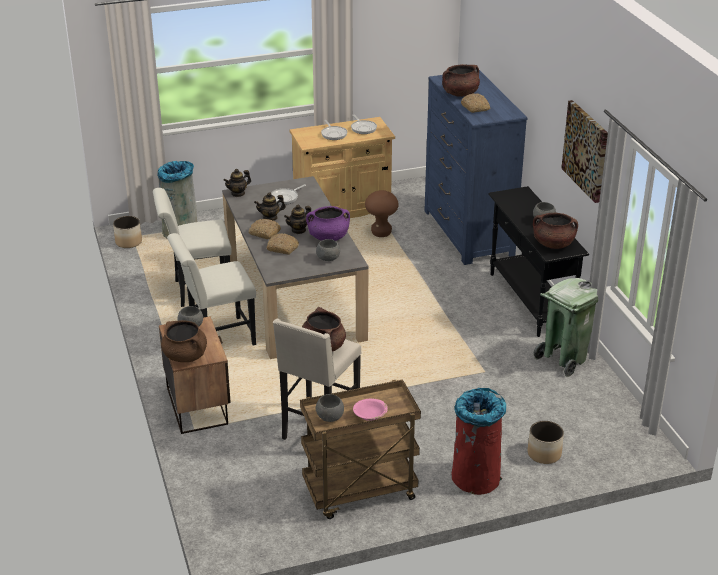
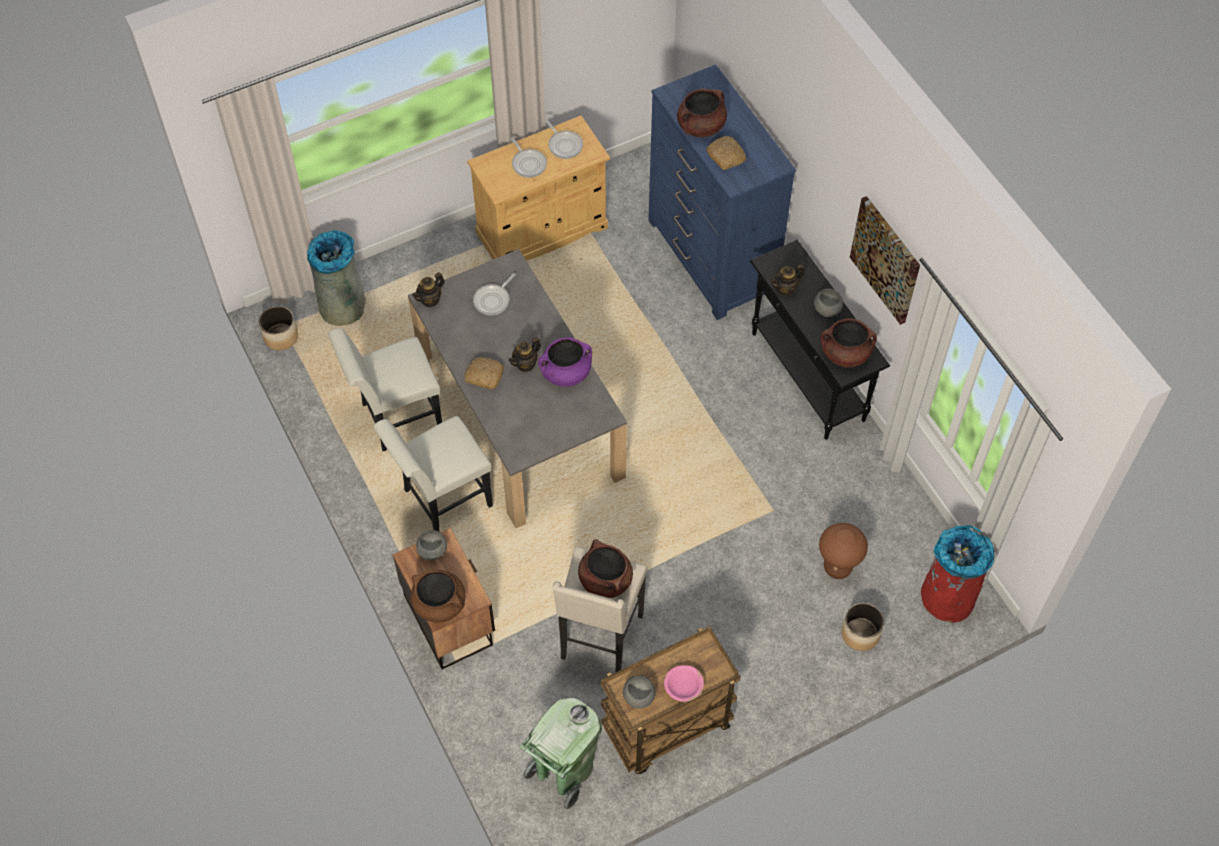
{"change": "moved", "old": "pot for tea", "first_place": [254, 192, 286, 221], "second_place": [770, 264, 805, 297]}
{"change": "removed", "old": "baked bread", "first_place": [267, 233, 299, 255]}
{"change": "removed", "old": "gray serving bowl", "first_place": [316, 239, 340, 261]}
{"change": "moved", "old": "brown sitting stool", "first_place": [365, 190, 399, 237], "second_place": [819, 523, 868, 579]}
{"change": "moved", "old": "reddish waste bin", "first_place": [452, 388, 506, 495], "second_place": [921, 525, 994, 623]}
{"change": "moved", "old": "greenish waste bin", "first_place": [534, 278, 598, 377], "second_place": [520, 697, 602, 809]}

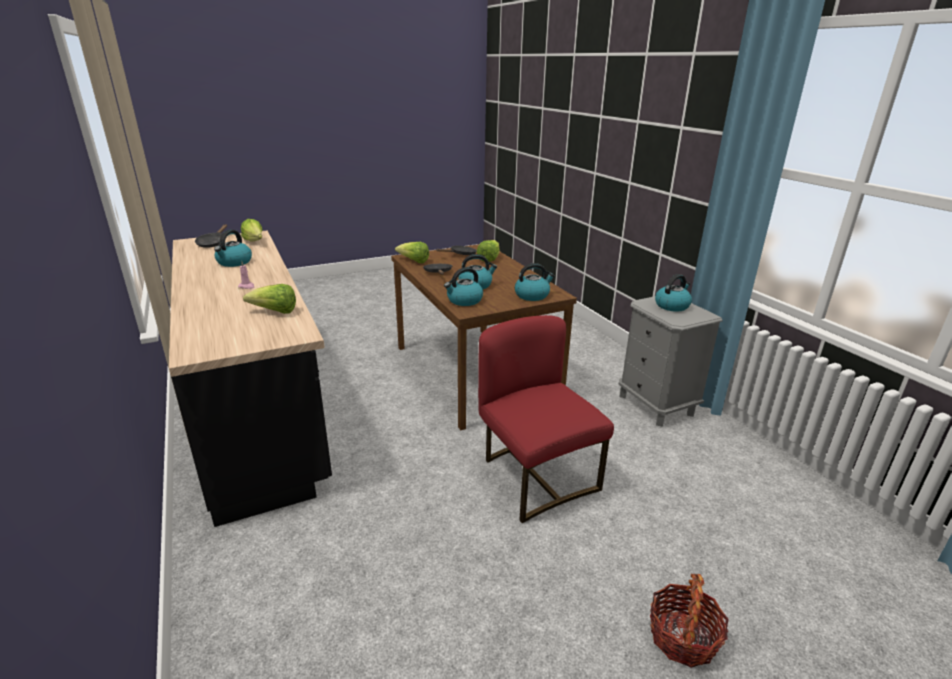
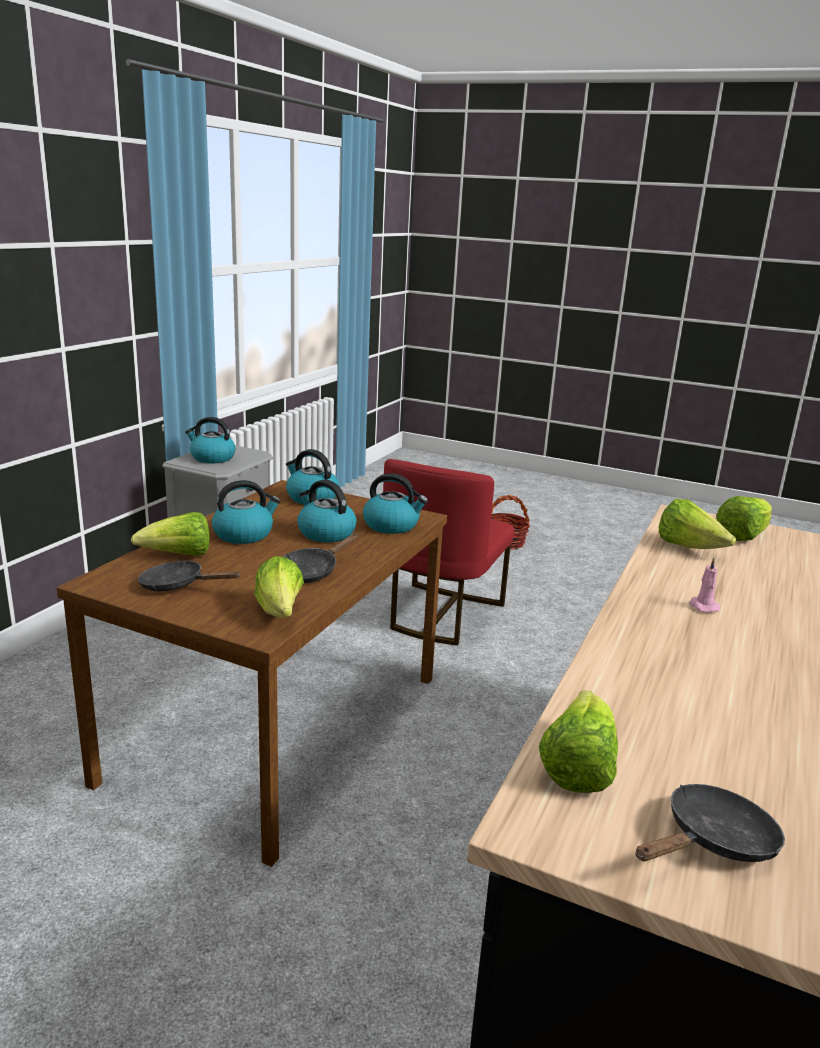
{"change": "moved", "old": "tea kettle", "first_place": [214, 230, 252, 267], "second_place": [212, 480, 281, 544]}
{"change": "added", "new": "head of lettuce", "second_place": [716, 496, 772, 541]}

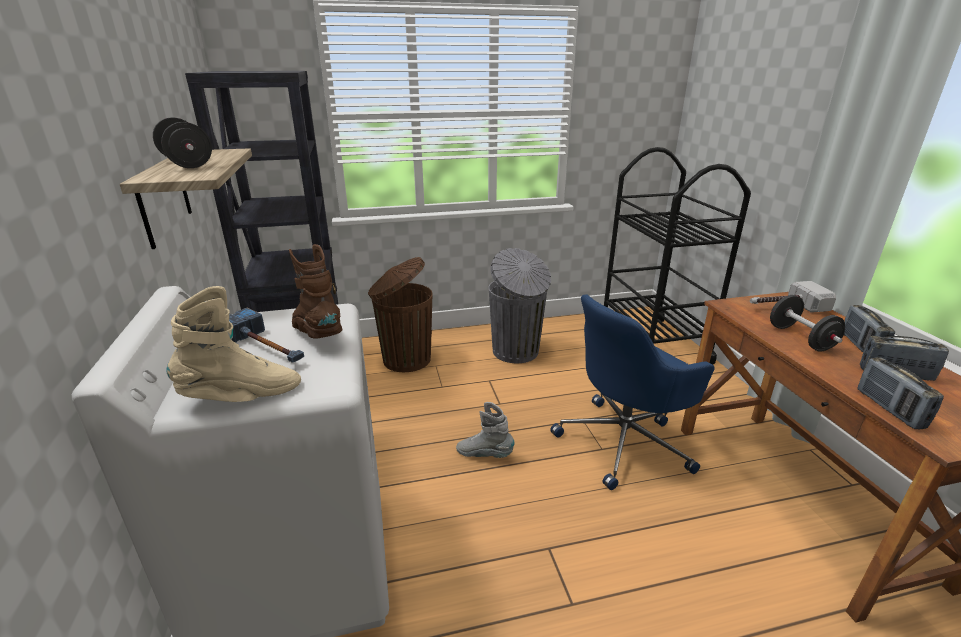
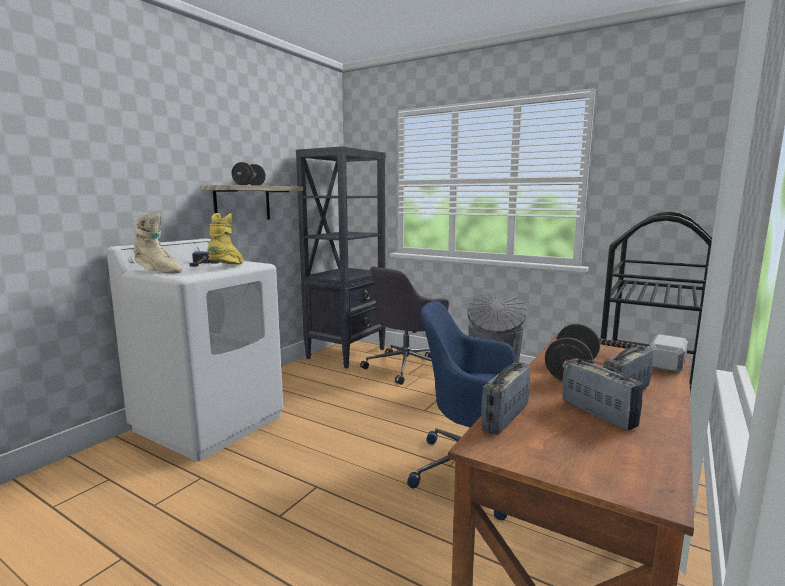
{"change": "recoloured", "old": "brown tall boot", "new": "yellow tall boot", "first_place": [289, 244, 342, 338], "second_place": [207, 213, 244, 264]}
{"change": "replaced", "old": "brown waste bin", "new": "gray desk chair", "first_place": [368, 257, 433, 372], "second_place": [360, 266, 449, 385]}
{"change": "removed", "old": "gray tall boot", "first_place": [456, 402, 515, 458]}

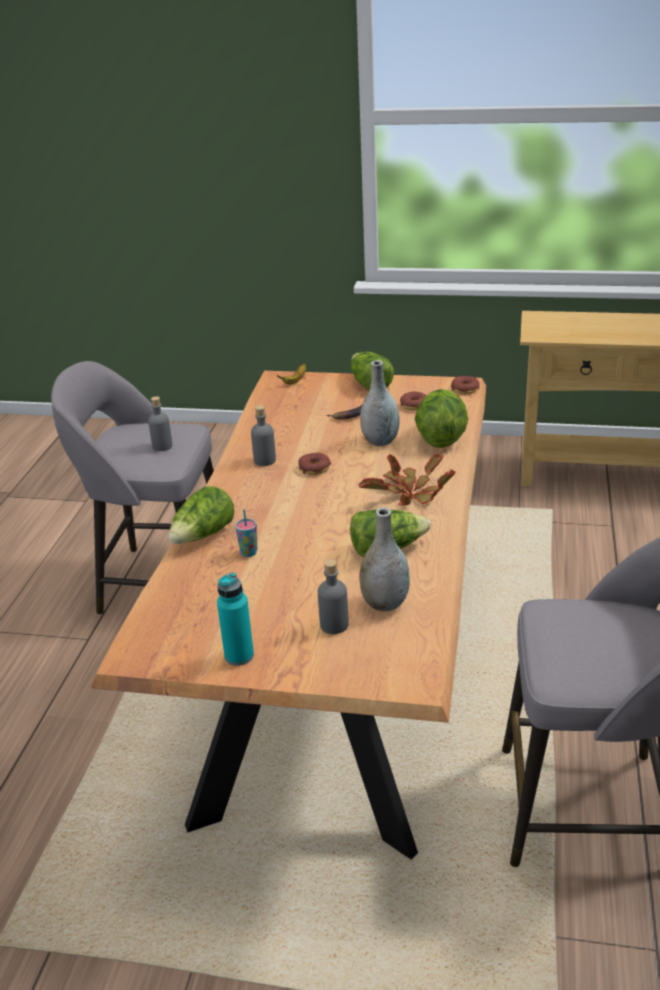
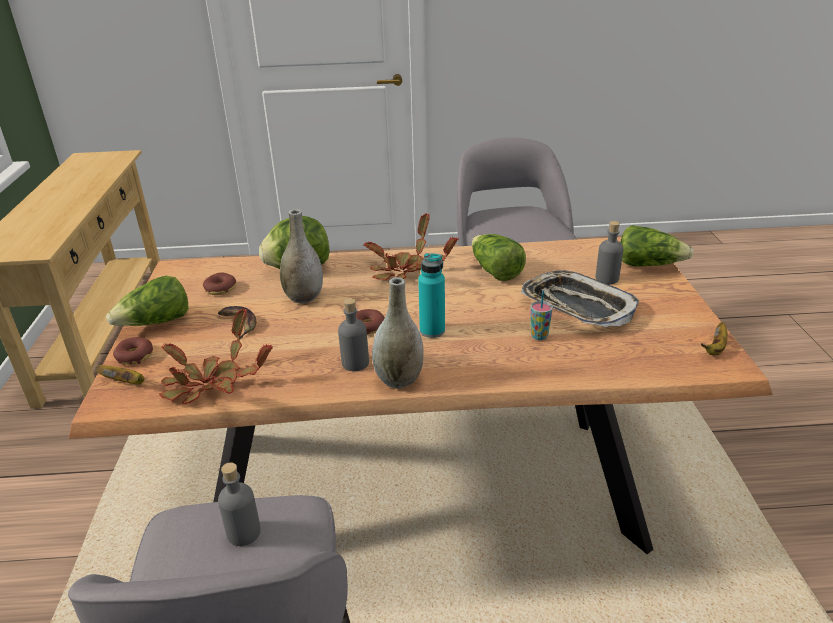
{"change": "moved", "old": "head of lettuce", "first_place": [169, 486, 234, 544], "second_place": [620, 225, 694, 266]}
{"change": "moved", "old": "turquoise-coloured bottle", "first_place": [217, 573, 254, 666], "second_place": [418, 253, 445, 338]}
{"change": "moved", "old": "gray vase", "first_place": [359, 507, 410, 611], "second_place": [372, 277, 424, 389]}
{"change": "moved", "old": "ring doughnut", "first_place": [451, 376, 480, 394], "second_place": [113, 337, 153, 365]}
{"change": "added", "new": "potted plant", "second_place": [159, 309, 273, 404]}
{"change": "added", "new": "tray", "second_place": [521, 270, 639, 327]}
{"change": "added", "new": "banana", "second_place": [701, 322, 728, 355]}

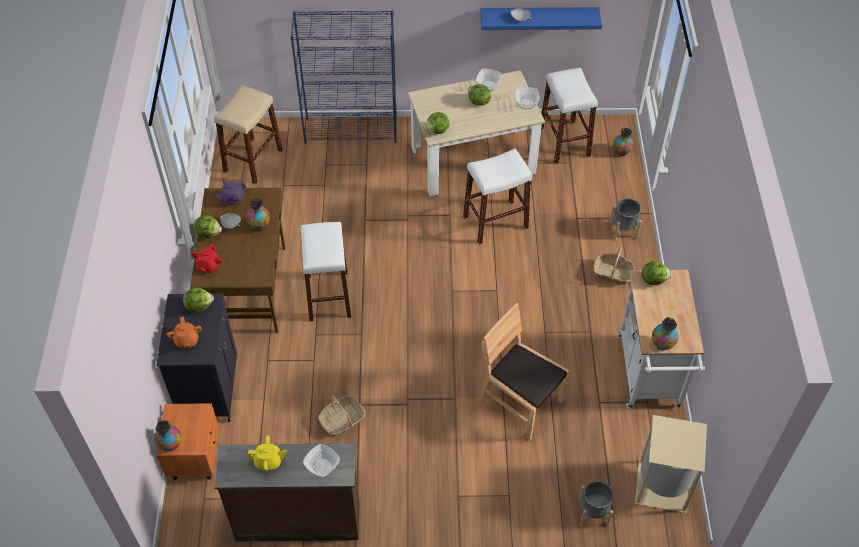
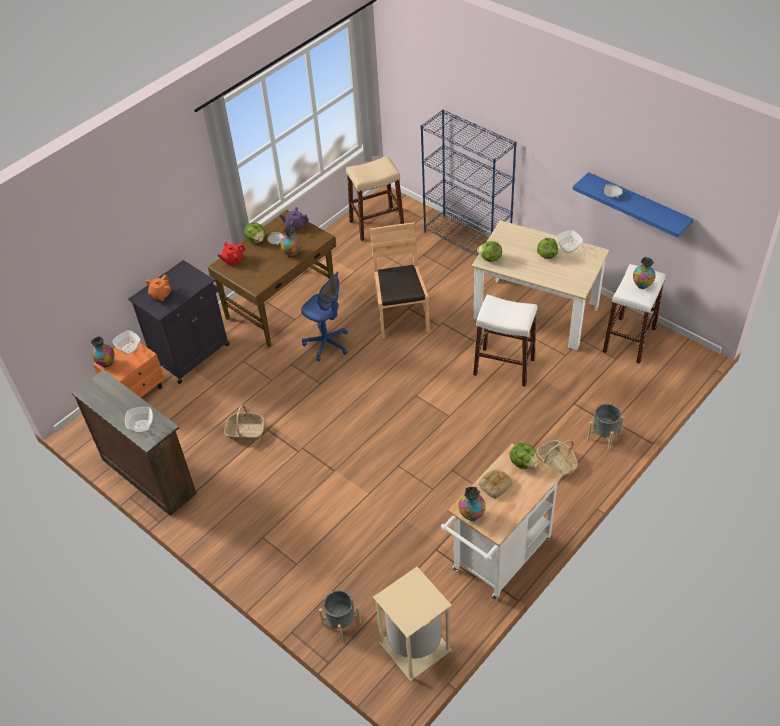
{"change": "removed", "old": "head of lettuce", "first_place": [183, 287, 214, 313]}
{"change": "removed", "old": "yellow pot for tea", "first_place": [247, 435, 287, 471]}
{"change": "replaced", "old": "white sitting stool", "new": "bluish desk chair", "first_place": [301, 222, 352, 321], "second_place": [301, 272, 348, 362]}
{"change": "moved", "old": "brown upright chair", "first_place": [479, 303, 569, 441], "second_place": [370, 222, 430, 339]}
{"change": "moved", "old": "serving bowl", "first_place": [515, 87, 539, 109], "second_place": [112, 330, 140, 355]}
{"change": "moved", "old": "vase", "first_place": [613, 128, 633, 156], "second_place": [633, 257, 656, 289]}
{"change": "added", "new": "baked bread", "second_place": [479, 470, 512, 499]}

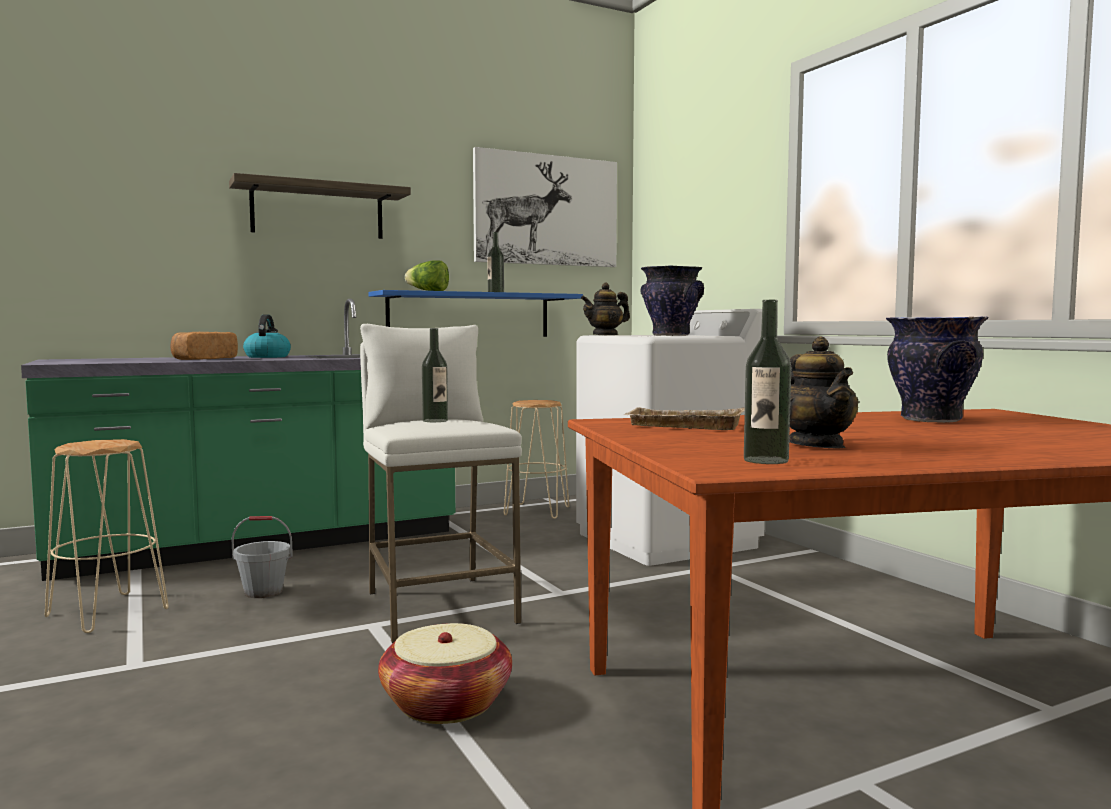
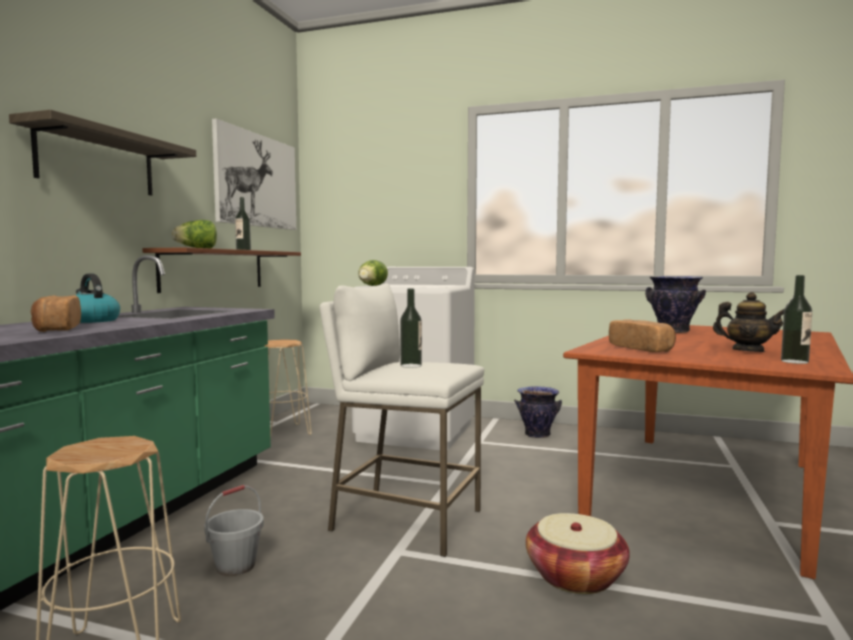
{"change": "recoloured", "old": "bluish wall shelf", "new": "brown wall shelf", "first_place": [368, 290, 583, 337], "second_place": [142, 247, 301, 293]}
{"change": "replaced", "old": "pot for tea", "new": "head of lettuce", "first_place": [581, 282, 630, 335], "second_place": [358, 260, 388, 286]}
{"change": "replaced", "old": "beige-coloured tray", "new": "baked bread", "first_place": [624, 407, 745, 430], "second_place": [609, 319, 676, 352]}
{"change": "moved", "old": "vase", "first_place": [641, 265, 704, 336], "second_place": [514, 386, 562, 438]}

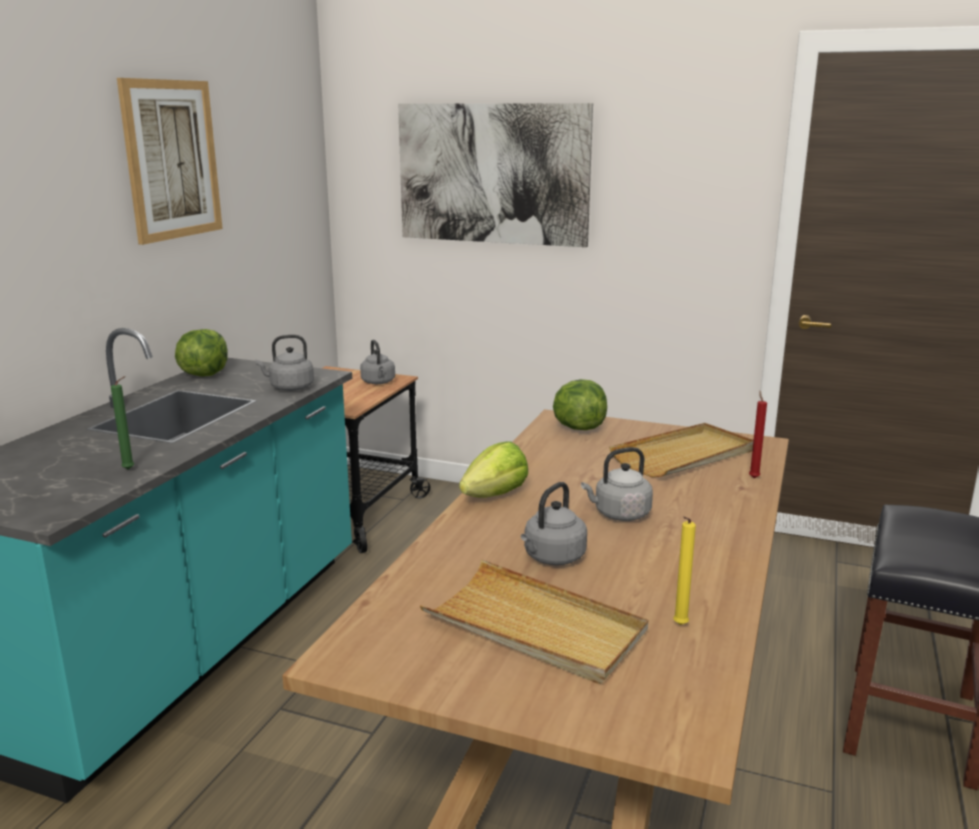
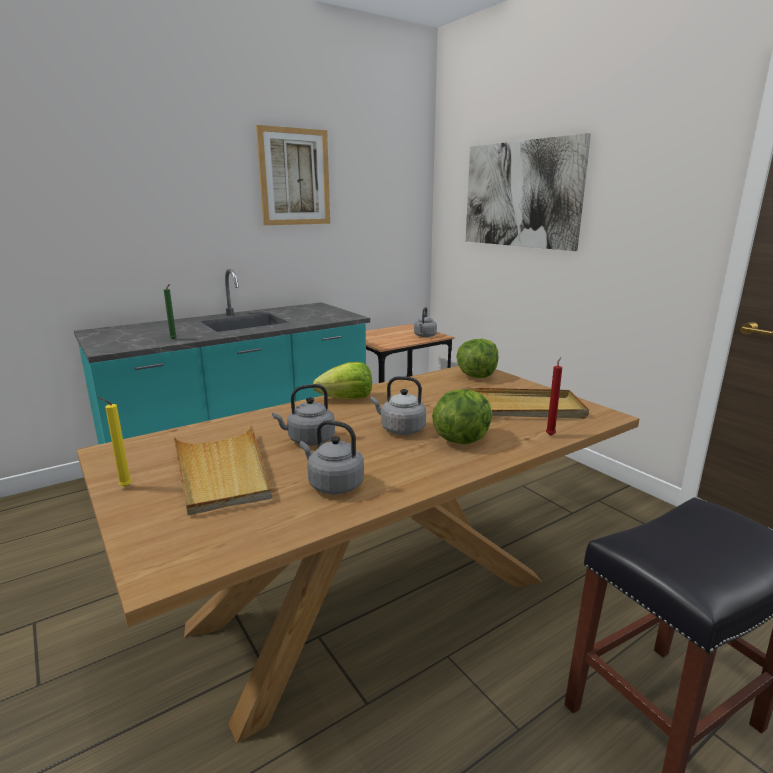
{"change": "moved", "old": "head of lettuce", "first_place": [175, 329, 228, 377], "second_place": [432, 389, 492, 444]}
{"change": "moved", "old": "gray tea kettle", "first_place": [255, 335, 314, 391], "second_place": [300, 420, 364, 494]}
{"change": "moved", "old": "yellow candle", "first_place": [673, 516, 696, 625], "second_place": [98, 397, 132, 487]}

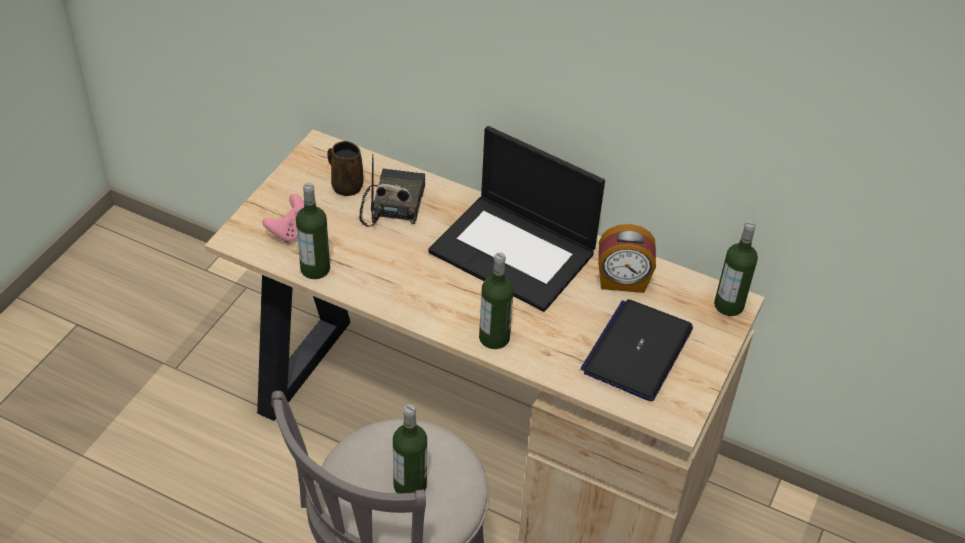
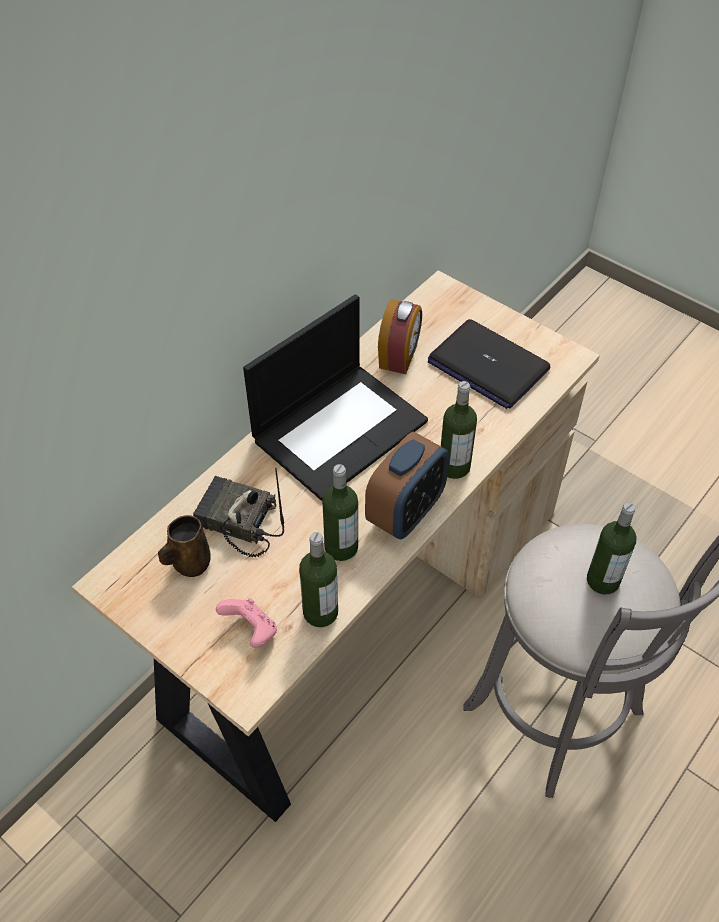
{"change": "moved", "old": "bottle", "first_place": [714, 221, 758, 316], "second_place": [322, 464, 358, 561]}
{"change": "added", "new": "bedside clock", "second_place": [365, 431, 449, 539]}

